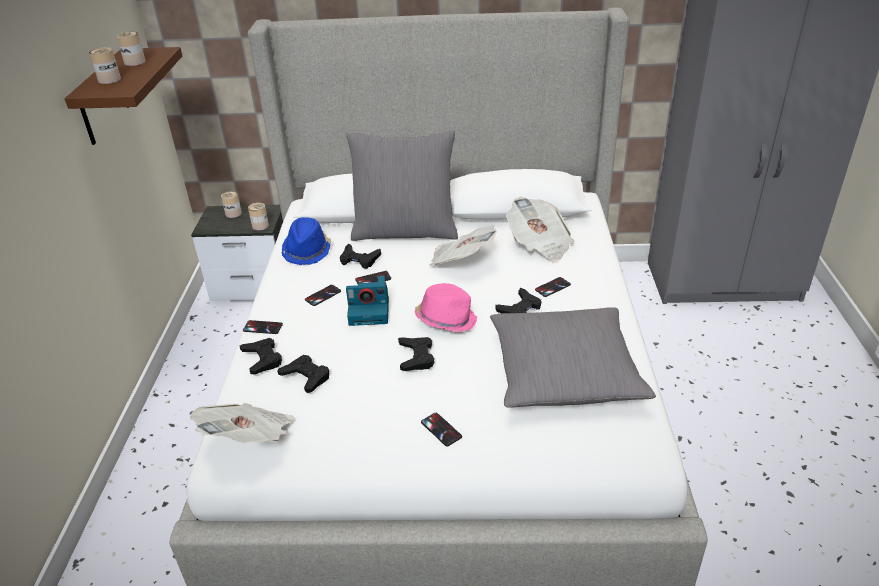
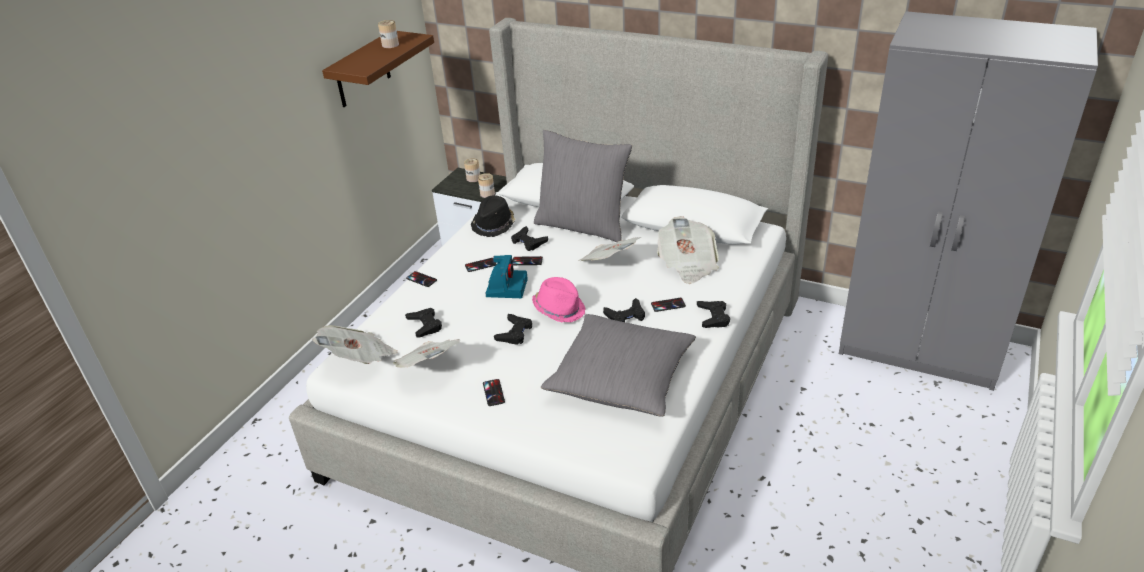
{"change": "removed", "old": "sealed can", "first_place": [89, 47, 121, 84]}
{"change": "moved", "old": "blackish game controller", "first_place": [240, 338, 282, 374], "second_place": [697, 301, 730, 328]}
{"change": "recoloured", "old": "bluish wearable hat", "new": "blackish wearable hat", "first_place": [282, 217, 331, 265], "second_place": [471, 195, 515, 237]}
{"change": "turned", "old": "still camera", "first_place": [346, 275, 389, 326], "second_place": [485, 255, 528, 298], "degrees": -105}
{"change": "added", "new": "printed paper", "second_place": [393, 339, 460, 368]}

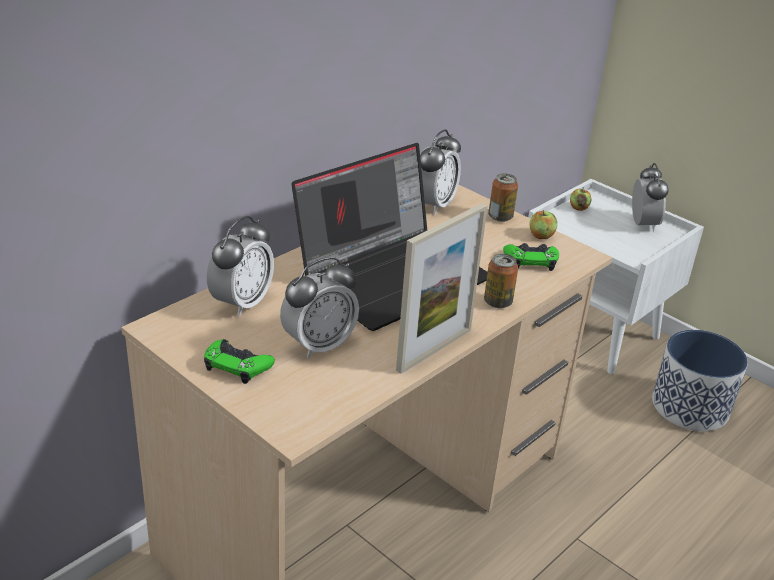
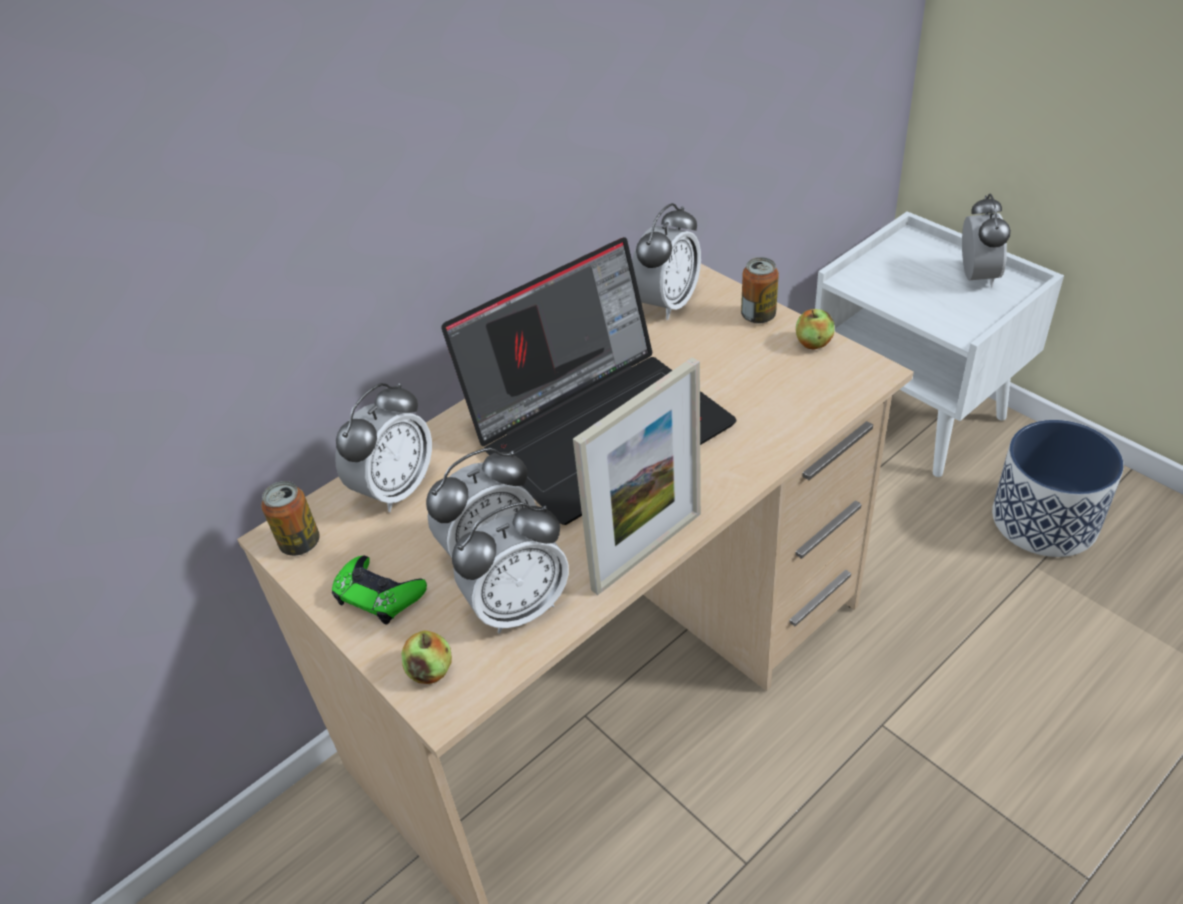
{"change": "moved", "old": "sealed can", "first_place": [484, 253, 518, 308], "second_place": [261, 481, 320, 556]}
{"change": "removed", "old": "greenish game controller", "first_place": [503, 243, 559, 271]}
{"change": "moved", "old": "whole apple", "first_place": [570, 187, 591, 211], "second_place": [401, 630, 452, 684]}
{"change": "added", "new": "bedside clock", "second_place": [452, 502, 569, 634]}

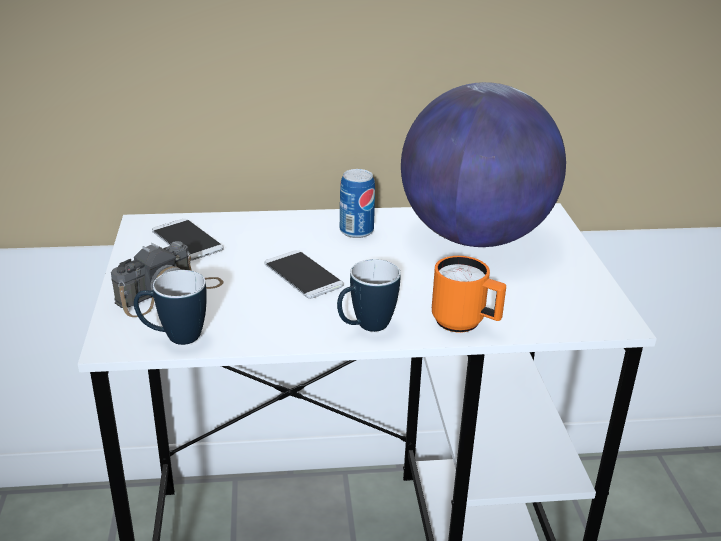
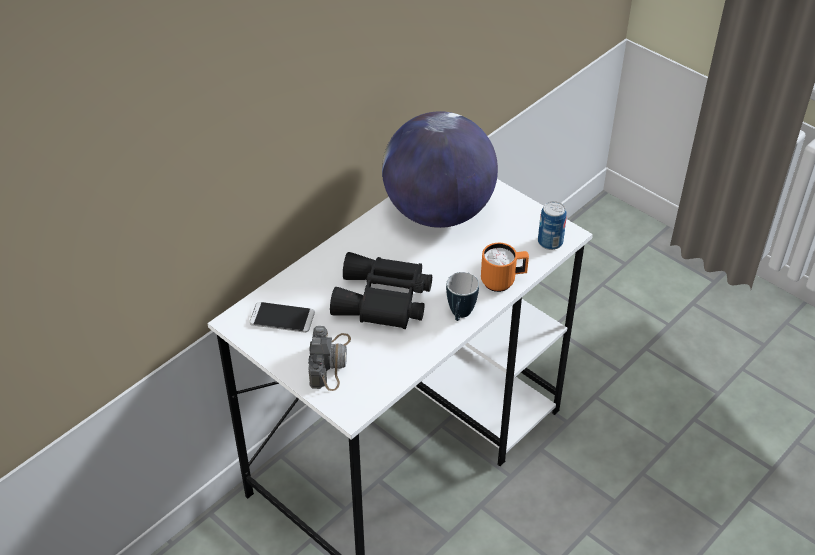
{"change": "removed", "old": "tea mug", "first_place": [134, 270, 207, 345]}
{"change": "replaced", "old": "telephone", "new": "blackish field glasses", "first_place": [265, 250, 343, 298], "second_place": [330, 252, 432, 329]}
{"change": "moved", "old": "sealed can", "first_place": [340, 169, 375, 238], "second_place": [538, 201, 567, 250]}

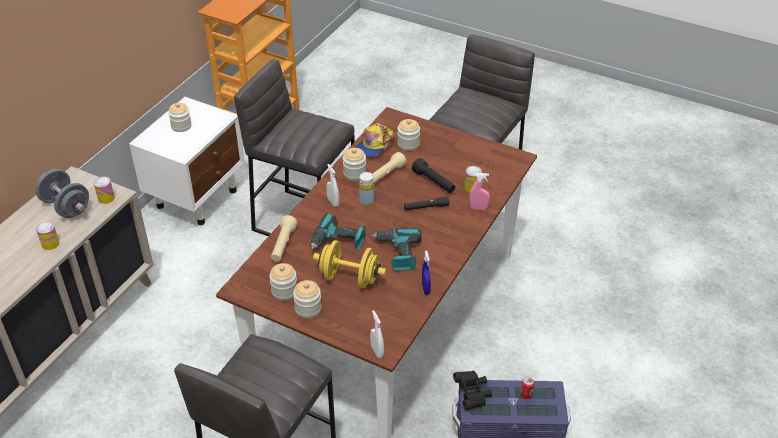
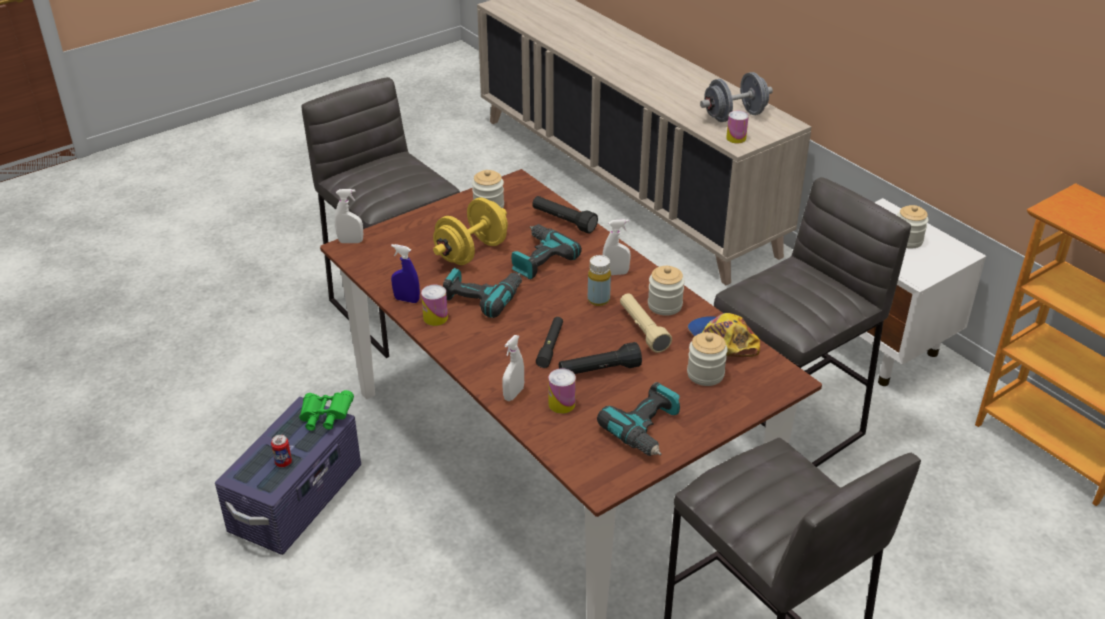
{"change": "moved", "old": "sealed can", "first_place": [36, 222, 59, 250], "second_place": [421, 285, 448, 326]}
{"change": "recoloured", "old": "beige-coloured torch", "new": "blackish torch", "first_place": [271, 215, 298, 262], "second_place": [532, 196, 598, 234]}
{"change": "removed", "old": "preserve jar", "first_place": [293, 280, 322, 318]}
{"change": "recoloured", "old": "blackish field glasses", "new": "greenish field glasses", "first_place": [453, 371, 492, 410], "second_place": [299, 390, 354, 431]}
{"change": "recoloured", "old": "pinkish spray bottle", "new": "white spray bottle", "first_place": [469, 173, 490, 210], "second_place": [502, 335, 524, 401]}
{"change": "added", "new": "power drill", "second_place": [597, 382, 680, 456]}

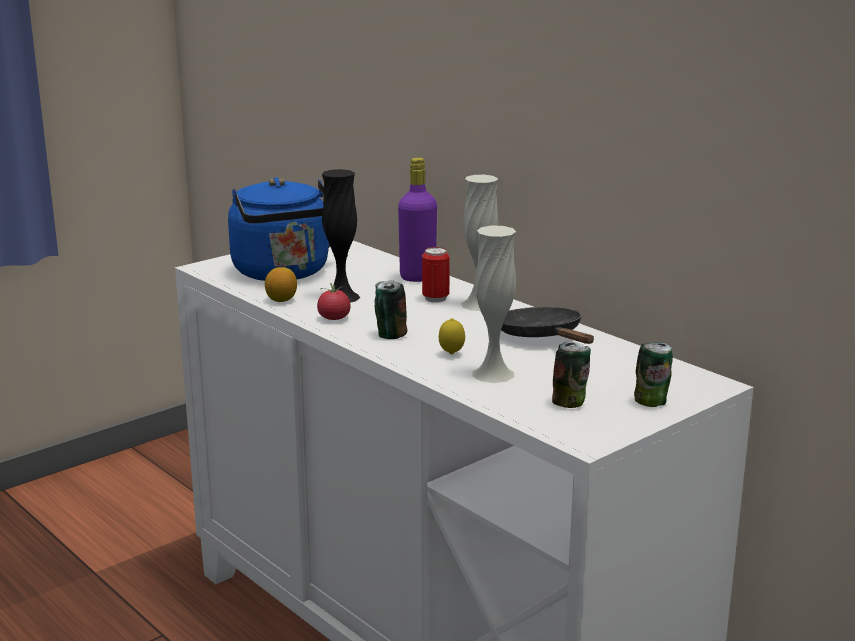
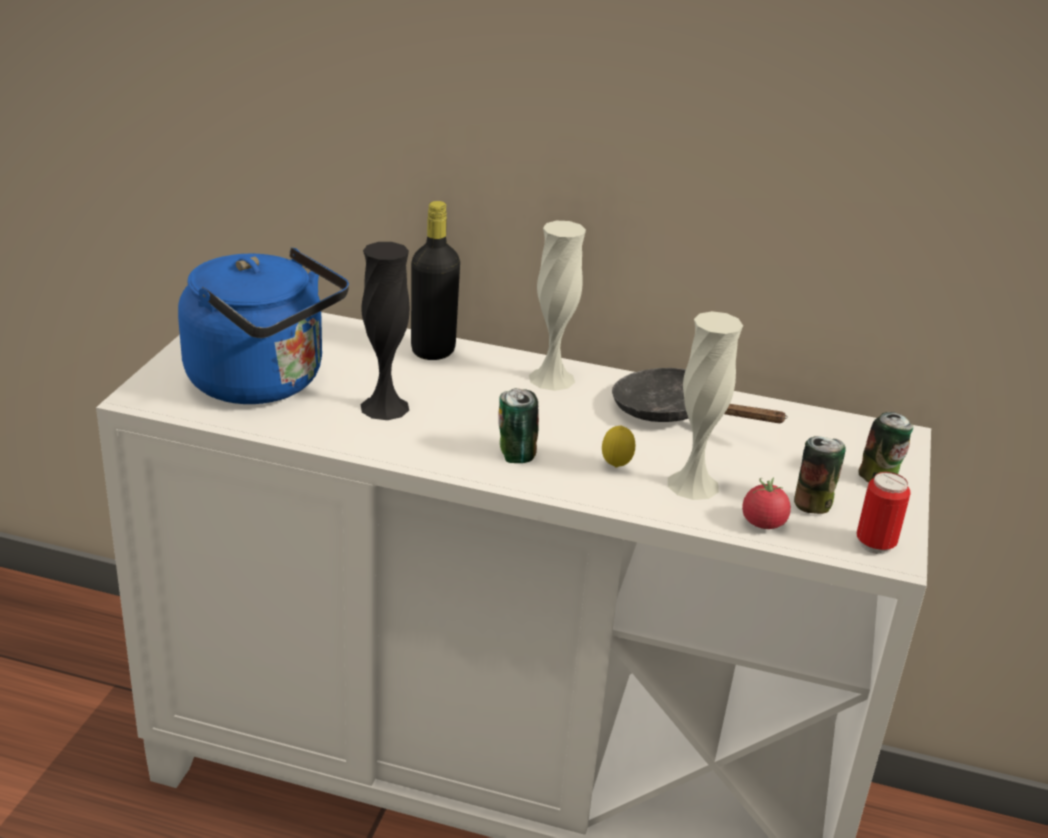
{"change": "removed", "old": "whole lemon", "first_place": [265, 267, 297, 302]}
{"change": "moved", "old": "whole tomato", "first_place": [317, 284, 351, 320], "second_place": [742, 477, 791, 529]}
{"change": "recoloured", "old": "purple-coloured bottle", "new": "blackish bottle", "first_place": [398, 157, 437, 282], "second_place": [411, 201, 460, 360]}
{"change": "moved", "old": "sealed can", "first_place": [422, 247, 450, 303], "second_place": [856, 472, 911, 554]}

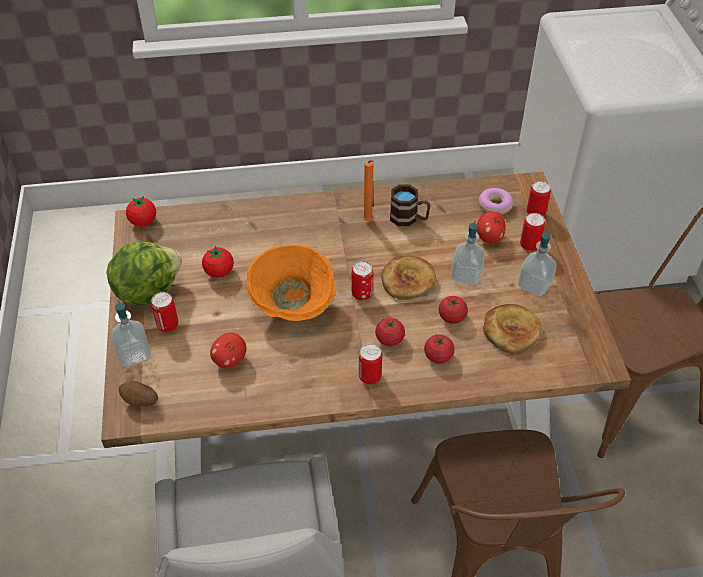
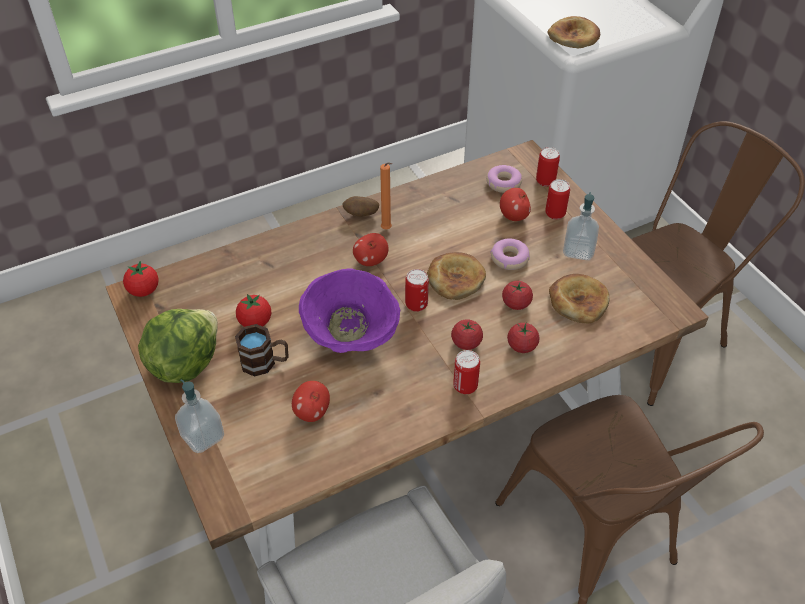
{"change": "moved", "old": "spud", "first_place": [119, 381, 158, 406], "second_place": [343, 196, 379, 217]}
{"change": "removed", "old": "sealed can", "first_place": [151, 292, 178, 332]}
{"change": "recoloured", "old": "orange serving bowl", "new": "purple-coloured serving bowl", "first_place": [246, 245, 336, 321], "second_place": [299, 268, 400, 353]}
{"change": "moved", "old": "brown tea mug", "first_place": [390, 184, 430, 226], "second_place": [235, 324, 288, 376]}
{"change": "replaced", "old": "soap bottle", "new": "ring doughnut", "first_place": [451, 221, 485, 285], "second_place": [490, 238, 530, 270]}
{"change": "added", "new": "whole apple", "second_place": [353, 233, 388, 266]}
{"change": "added", "new": "baked bread", "second_place": [547, 16, 600, 48]}

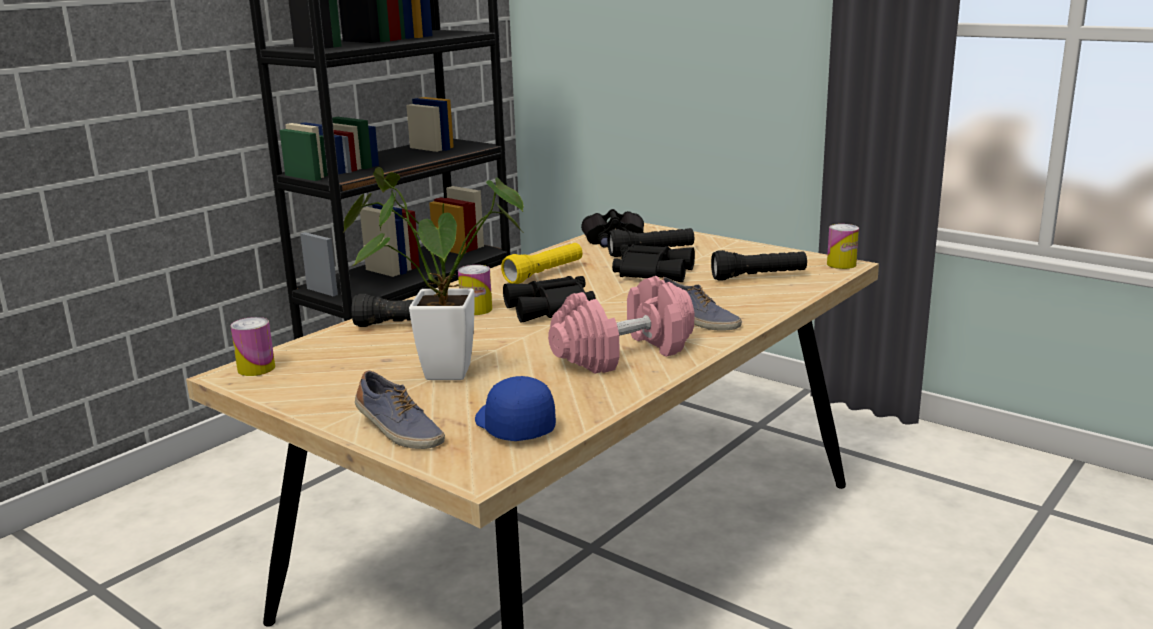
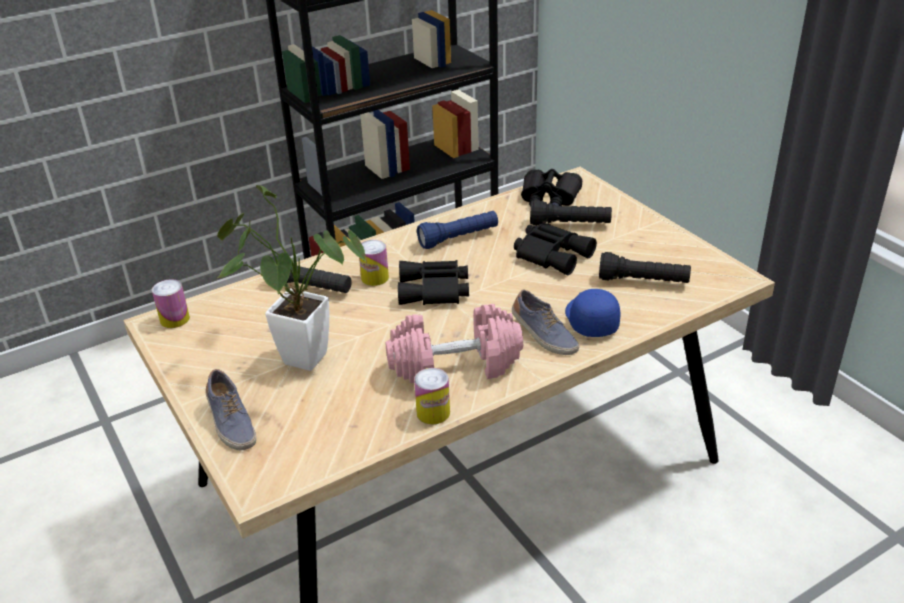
{"change": "moved", "old": "bluish cap", "first_place": [475, 376, 556, 441], "second_place": [565, 289, 620, 337]}
{"change": "recoloured", "old": "yellow torch", "new": "bluish torch", "first_place": [501, 243, 582, 284], "second_place": [417, 211, 498, 249]}
{"change": "moved", "old": "sealed can", "first_place": [827, 224, 859, 269], "second_place": [414, 368, 450, 424]}

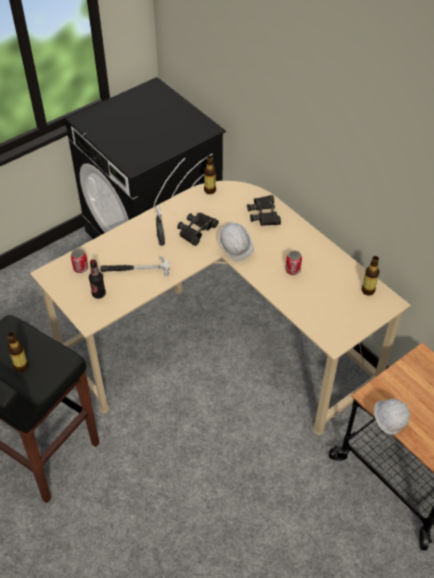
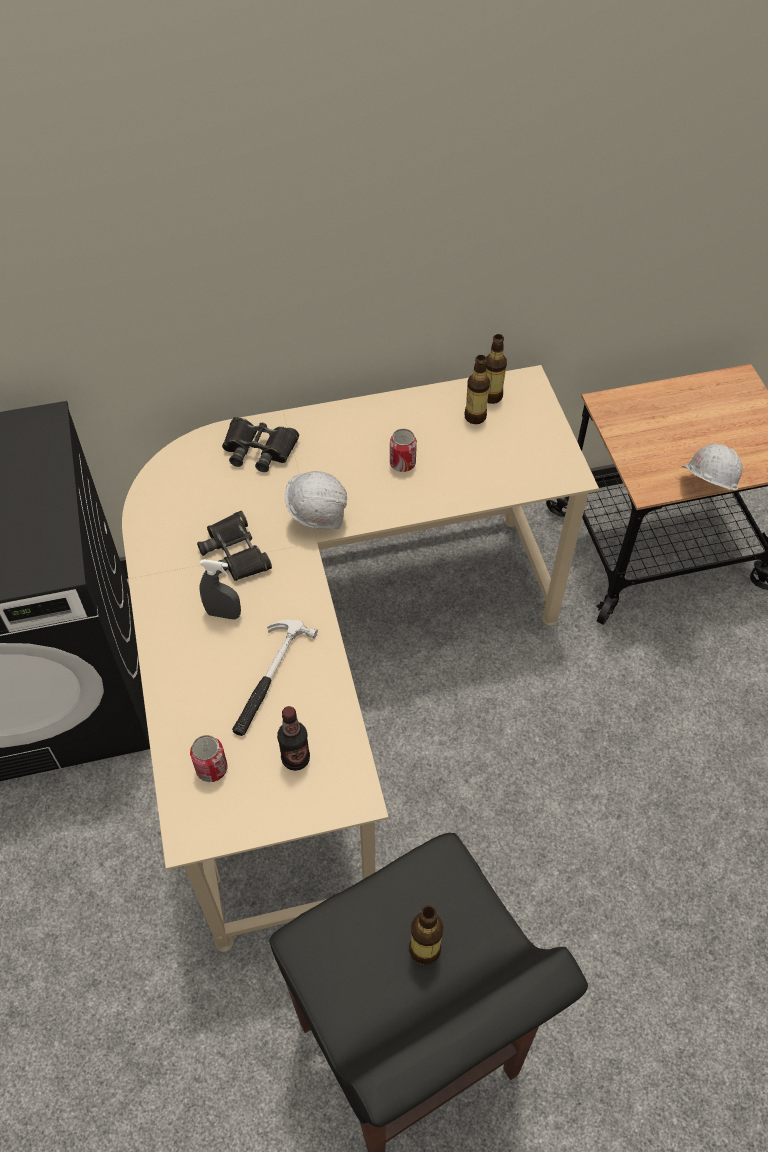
{"change": "moved", "old": "bottle", "first_place": [204, 156, 216, 194], "second_place": [464, 355, 490, 424]}

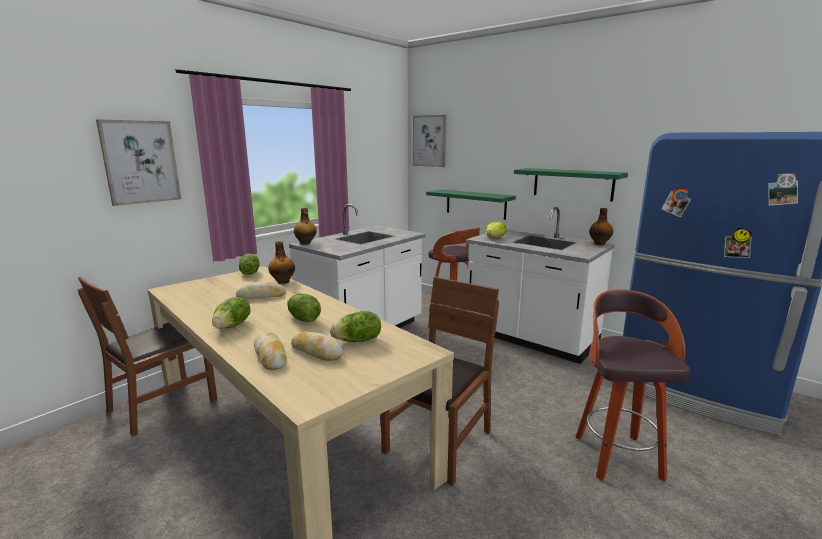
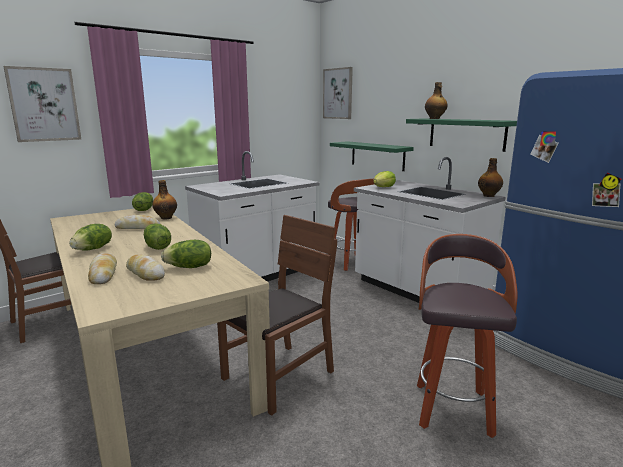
{"change": "moved", "old": "bottle", "first_place": [294, 208, 317, 244], "second_place": [425, 82, 447, 119]}

